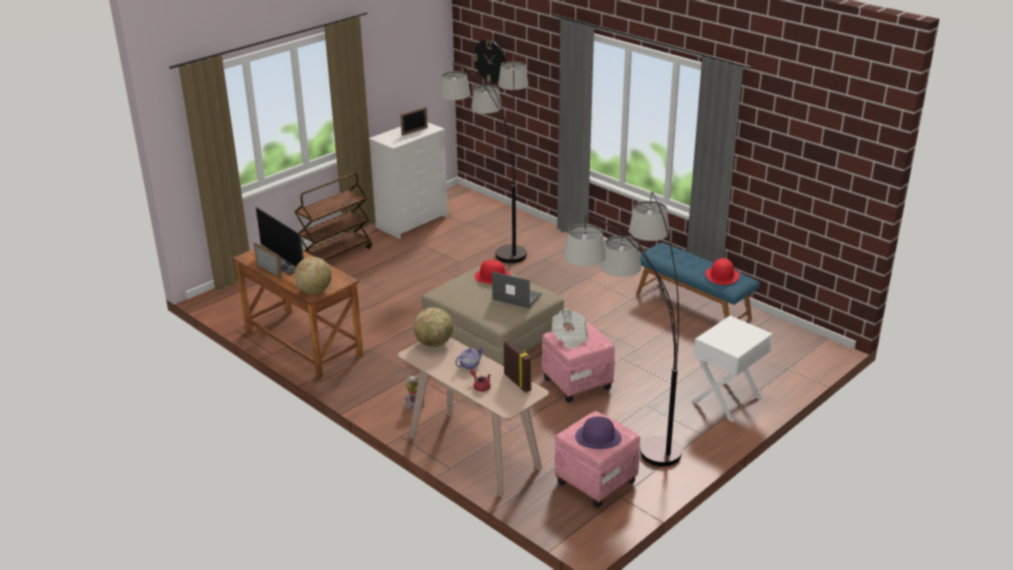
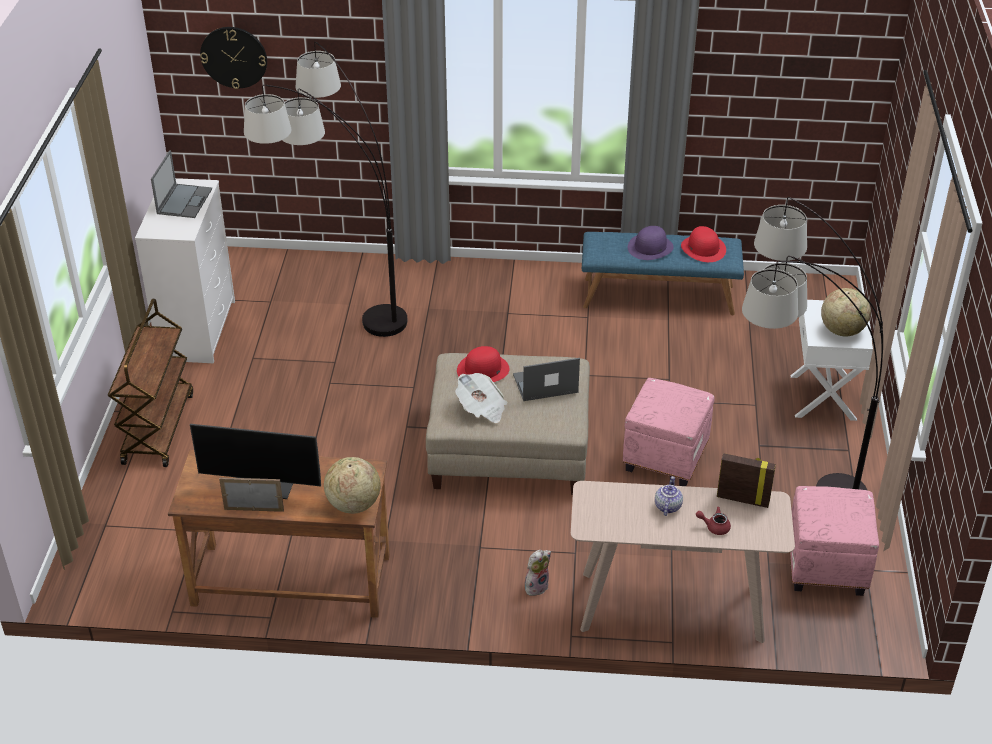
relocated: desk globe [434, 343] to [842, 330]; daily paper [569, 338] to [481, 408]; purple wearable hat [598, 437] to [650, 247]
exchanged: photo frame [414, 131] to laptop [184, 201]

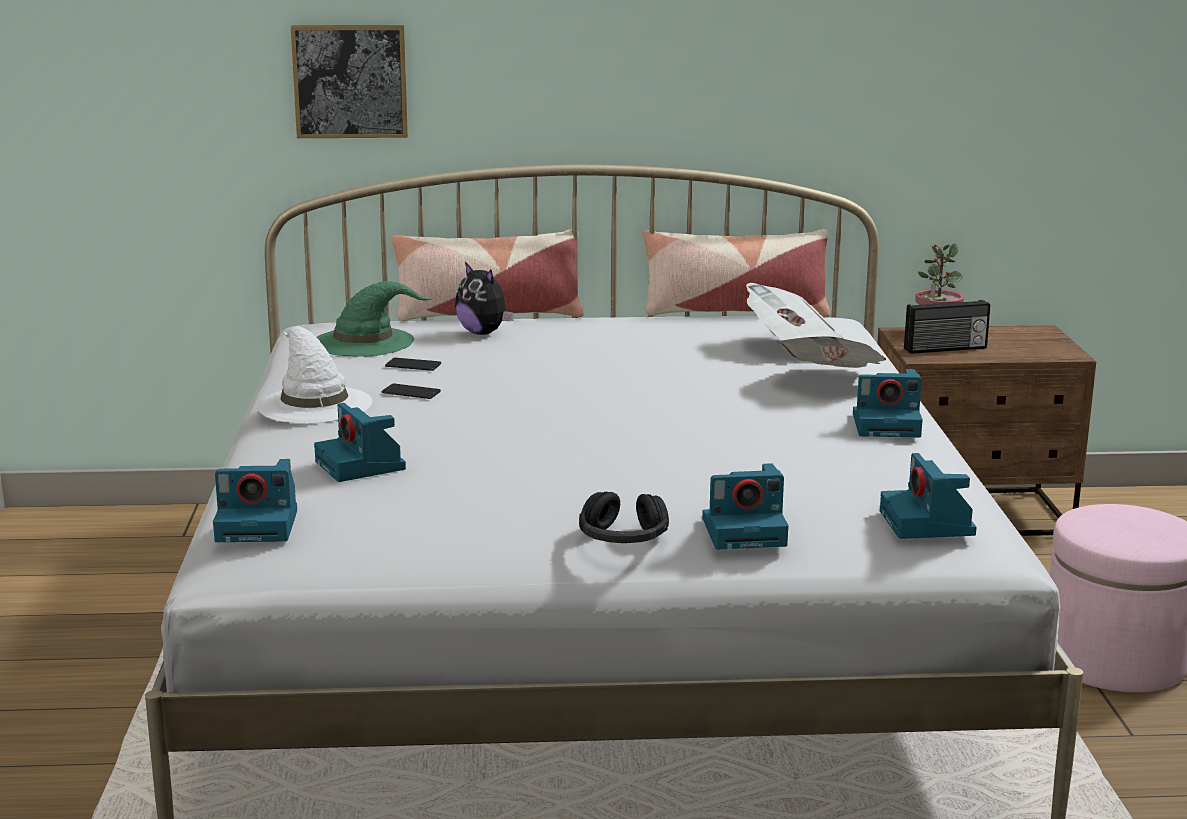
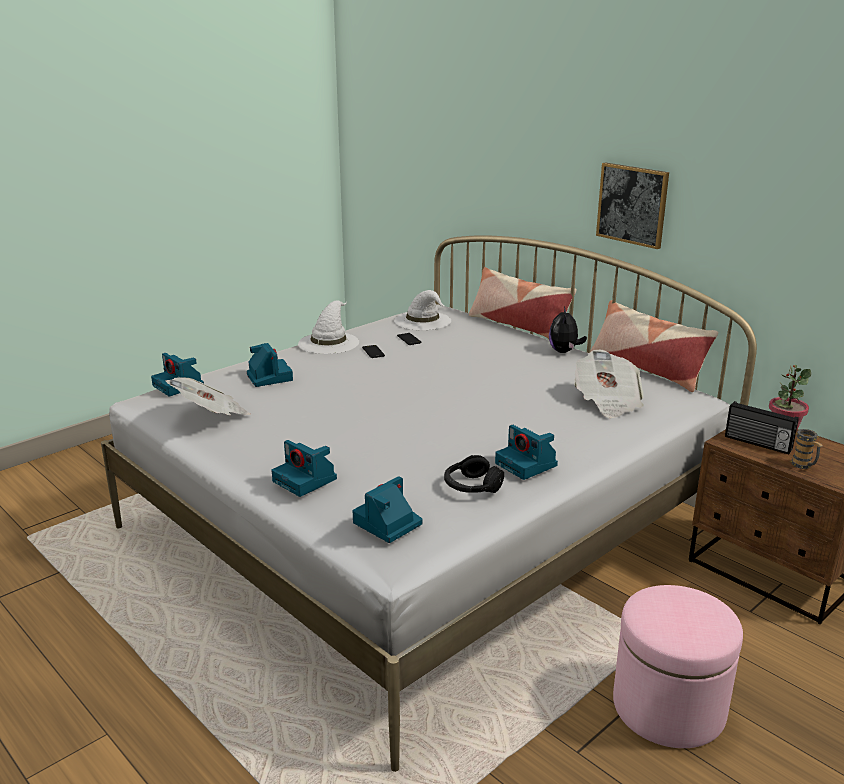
appeared: coffee mug [804, 466]
relocated: wall picture [350, 81] to [632, 204]; soft toy [483, 333] to [564, 351]; daily paper [831, 382] to [211, 415]; blackish headphones [622, 539] to [471, 486]
colour: green-coloured wearable hat [365, 341] to white-coloured wearable hat [423, 321]
spun: still camera [362, 466] = [269, 377] 135 degrees clockwise

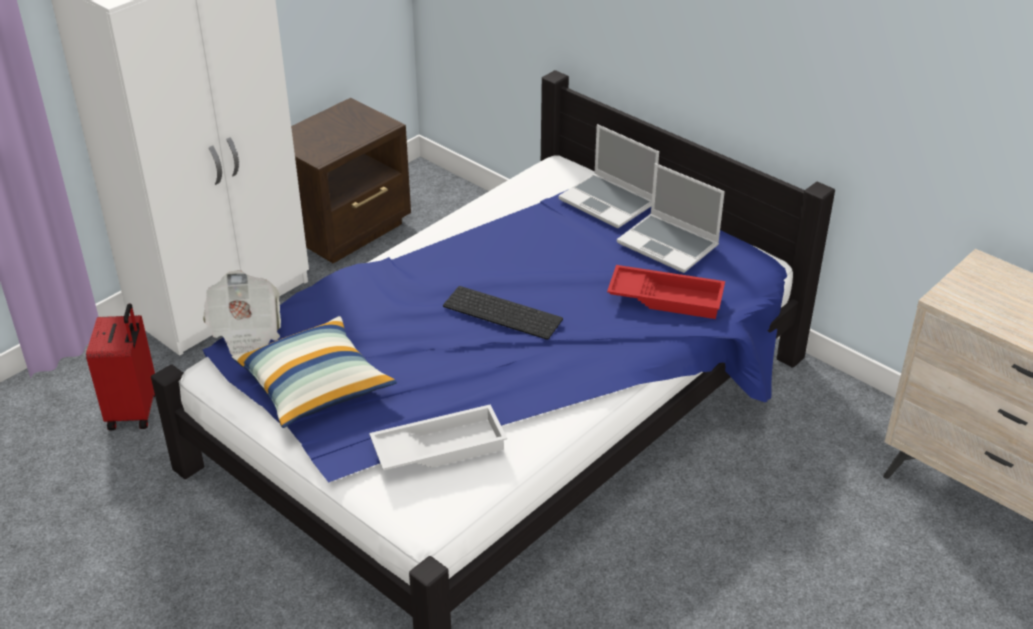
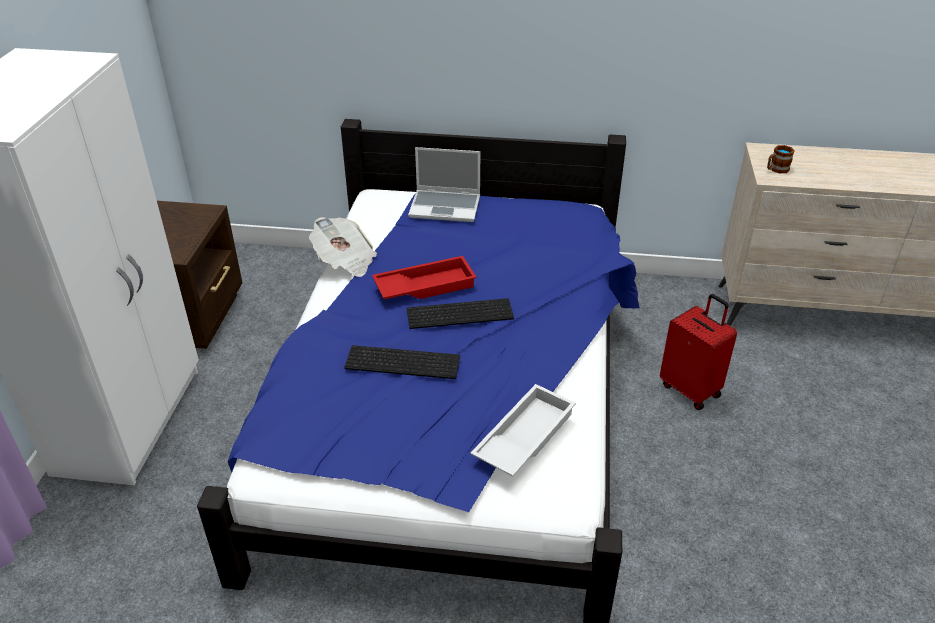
missing: laptop [669, 244]; pillow [315, 387]
appeared: coffee mug [776, 169]; keyboard [404, 361]
relocated: red serving tray [666, 297] to [425, 285]; daily paper [245, 331] to [345, 261]; red suitcase [134, 410] to [691, 389]

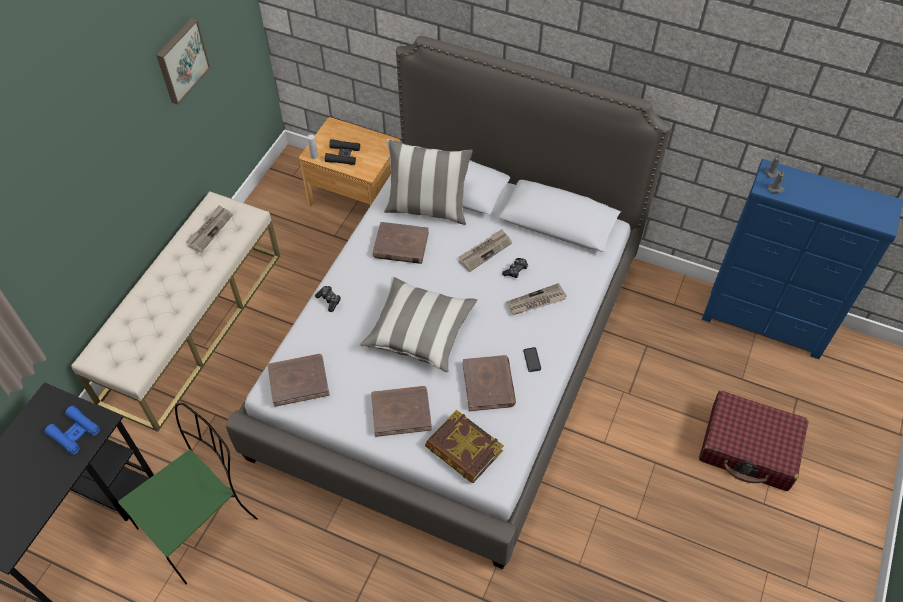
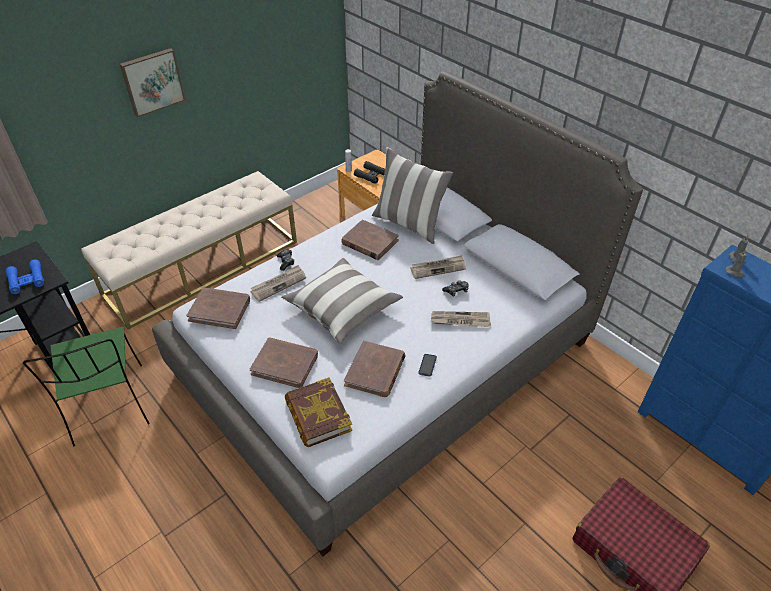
relocated: wall picture [181, 60] to [152, 81]; daily paper [210, 229] to [278, 284]
spun: green-coloured plain chair [200, 522] = [109, 406] 90 degrees clockwise

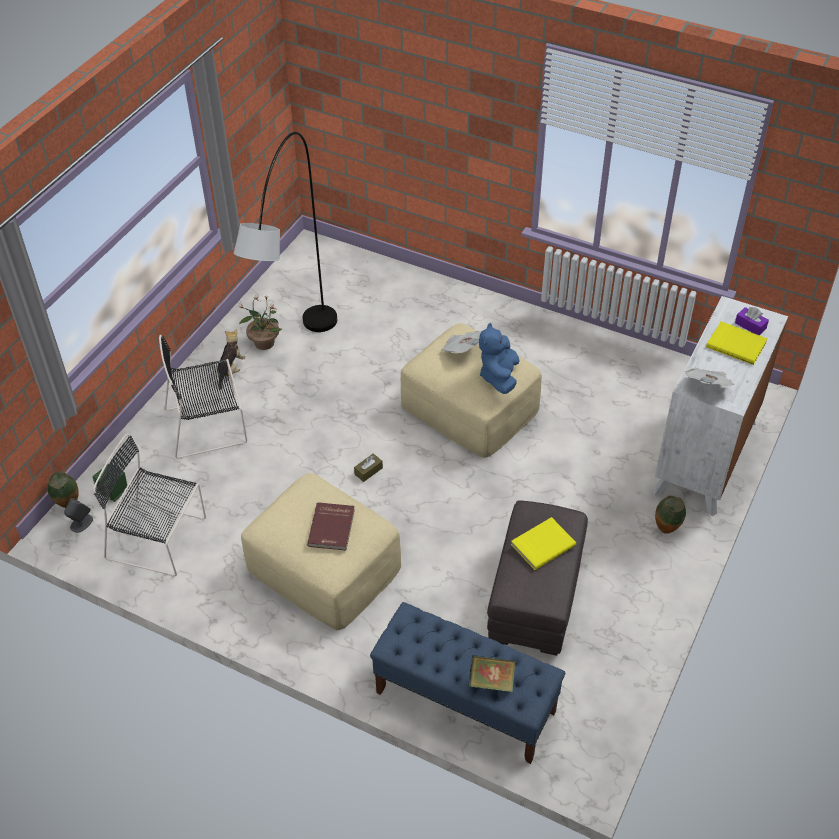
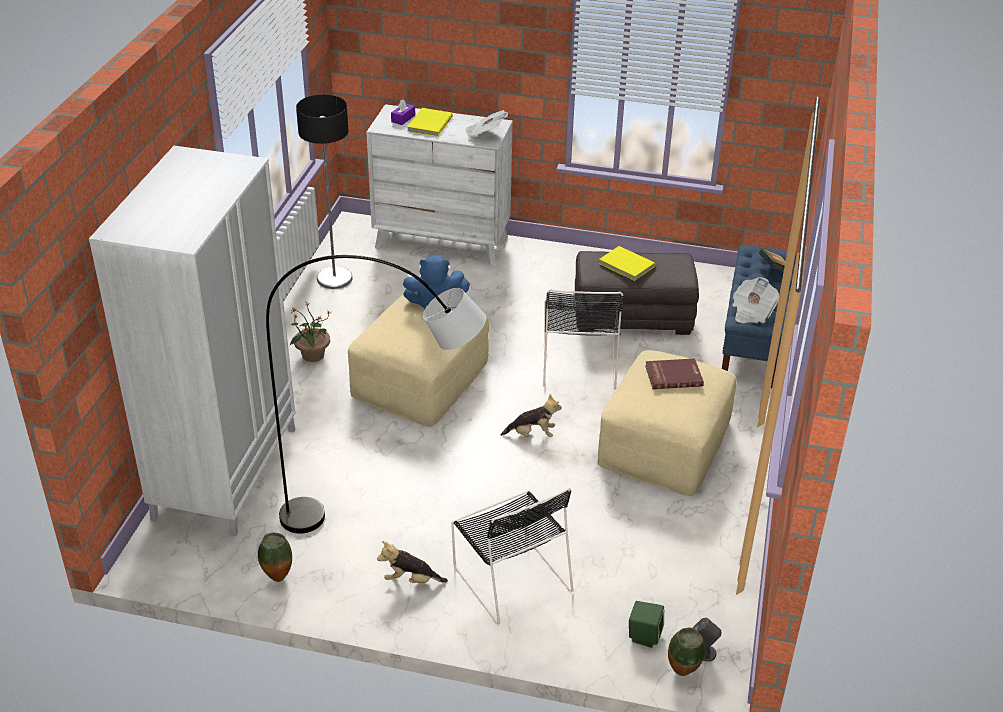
appeared: standing lamp [334, 278]; white-coloured clothes cupboard [225, 472]
relocated: plant in a pot [264, 342] to [312, 355]; daily paper [462, 350] to [752, 312]; blackish plain chair [159, 539] to [579, 363]; flower vase [666, 529] to [277, 577]
exchanged: brownish tissue holder [368, 471] to soft toy [532, 434]

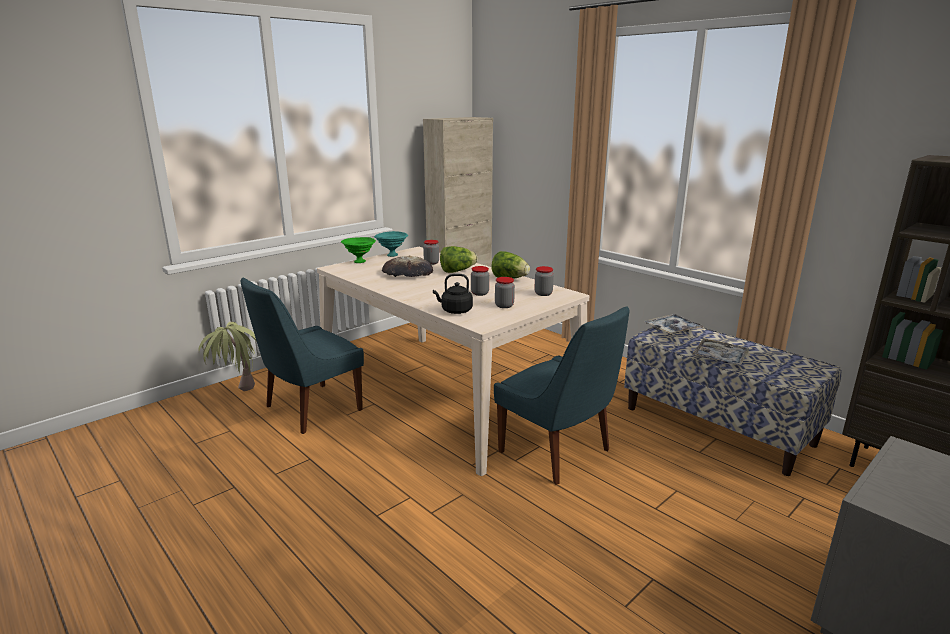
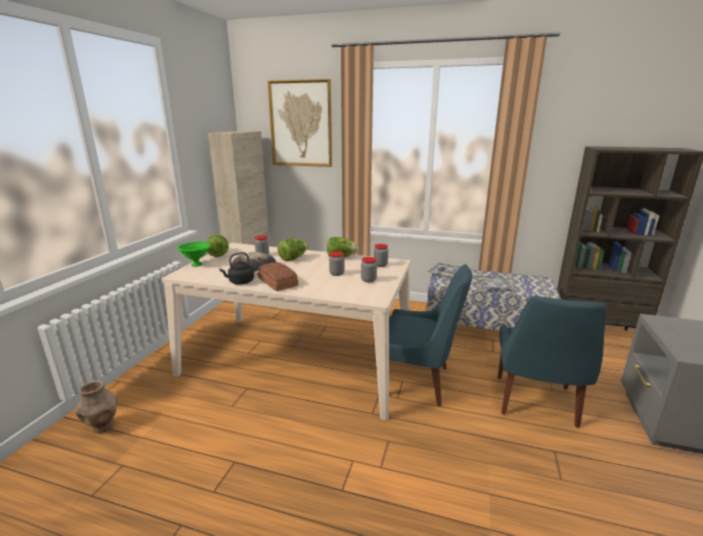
appeared: wall picture [301, 124]; bread [277, 282]
relocated: blackish water kettle [455, 311] to [240, 282]; blue plain chair [310, 409] to [535, 403]
exchanged: turquoise-coloured serving bowl [391, 255] to head of lettuce [218, 254]; plant in a pot [239, 398] to brownish flower vase [103, 426]

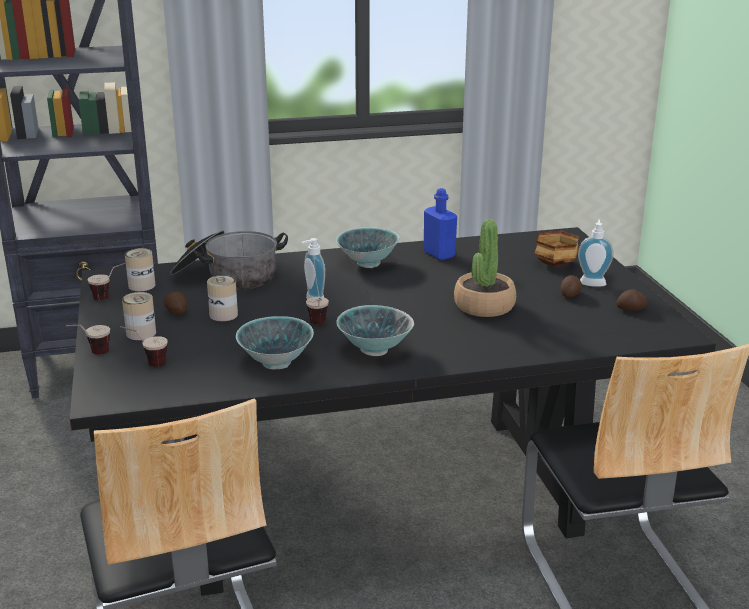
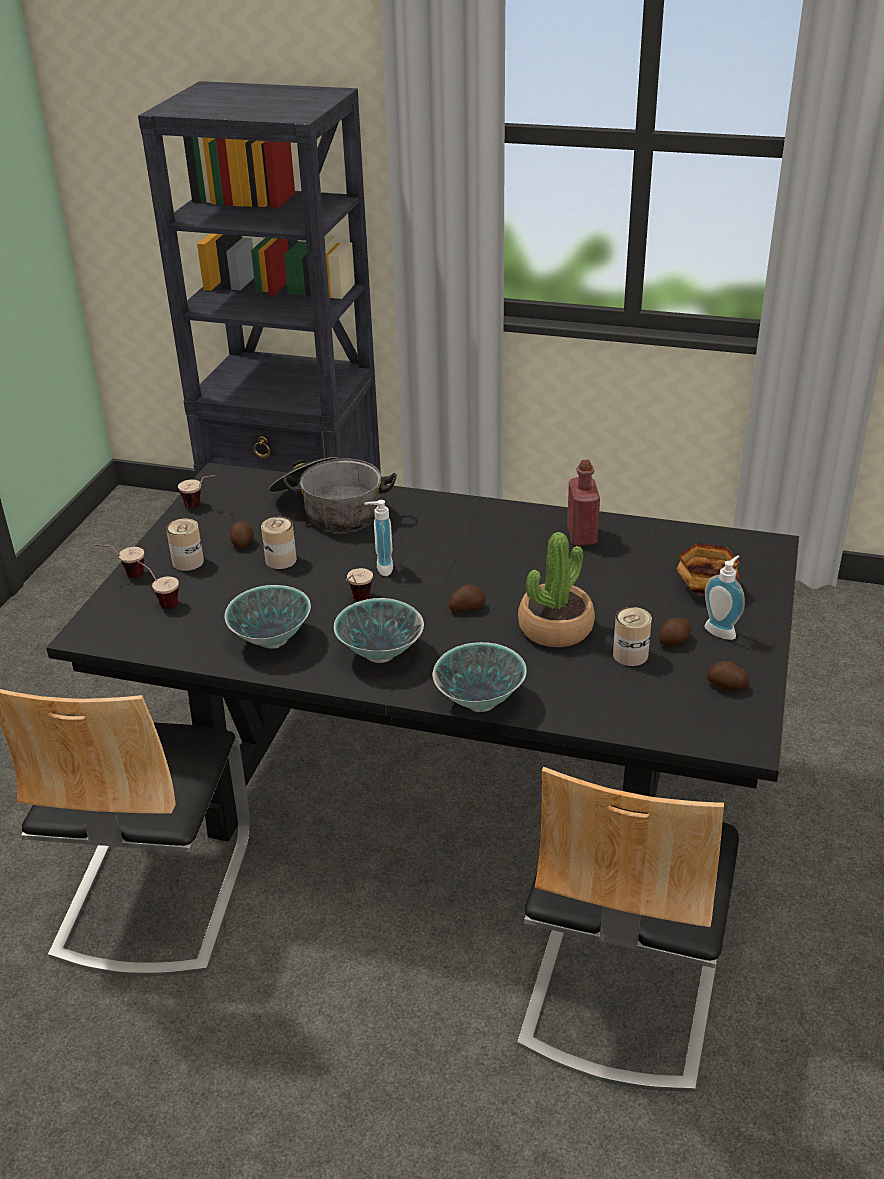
appeared: potato [466, 607]
relocated: serving bowl [368, 263] to [480, 701]; sealed can [142, 286] to [630, 655]
colour: blue bottle [439, 254] to red bottle [582, 536]

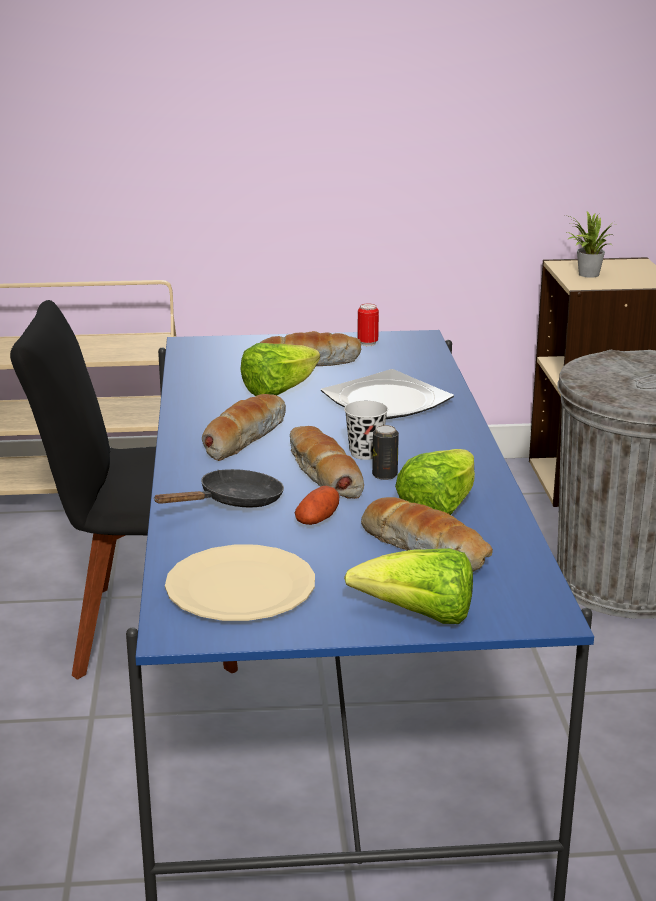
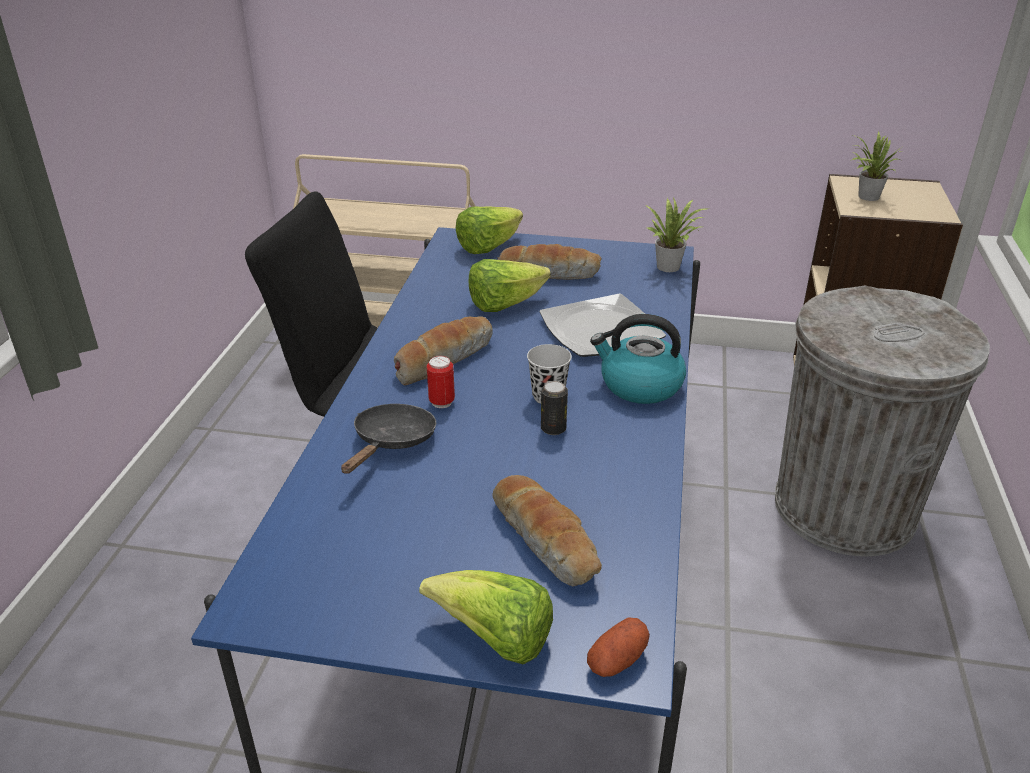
missing: bread [322, 474]; beige-coloured dinner plate [240, 587]
appeared: plant in a pot [670, 266]; water kettle [639, 385]
relocated: sealed can [367, 343] to [441, 402]; head of lettuce [438, 508] to [488, 247]; potato [317, 519] to [617, 660]
spun: blackish skillet [234, 502] = [391, 442] 45 degrees counterclockwise

